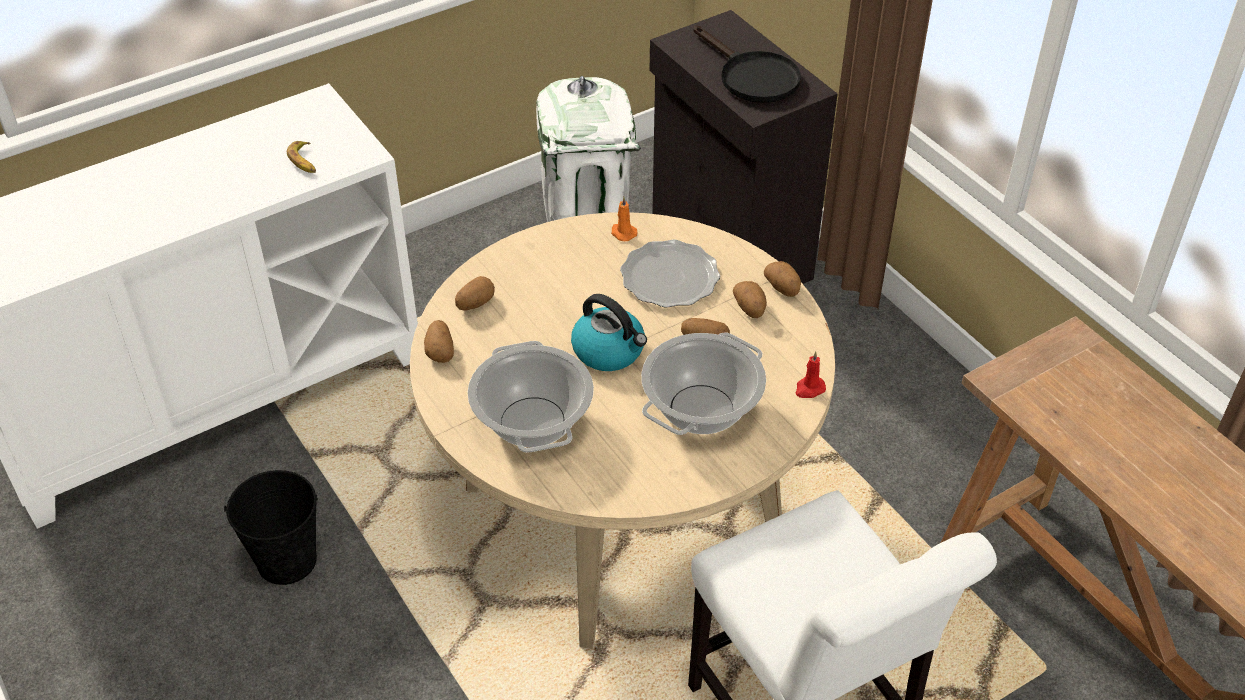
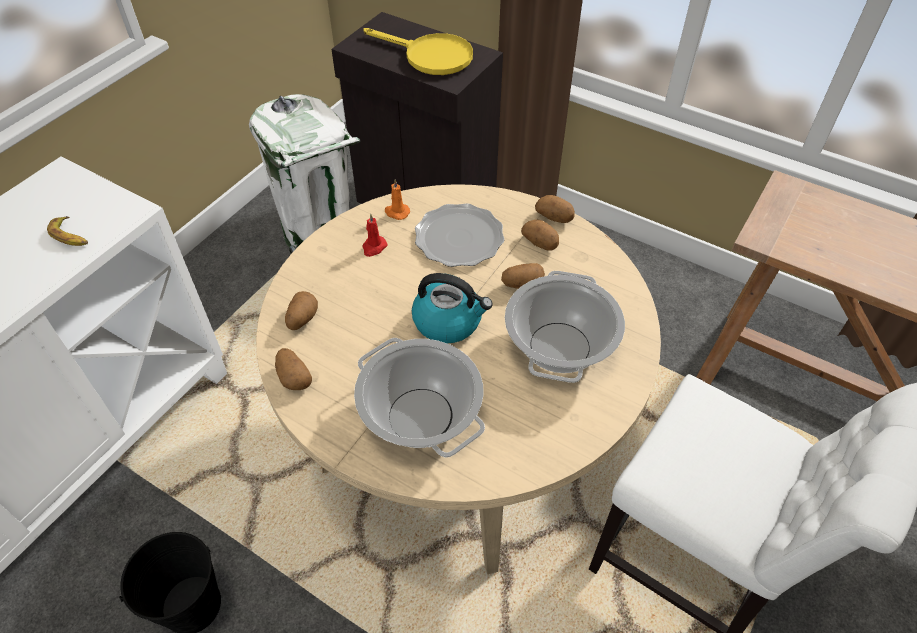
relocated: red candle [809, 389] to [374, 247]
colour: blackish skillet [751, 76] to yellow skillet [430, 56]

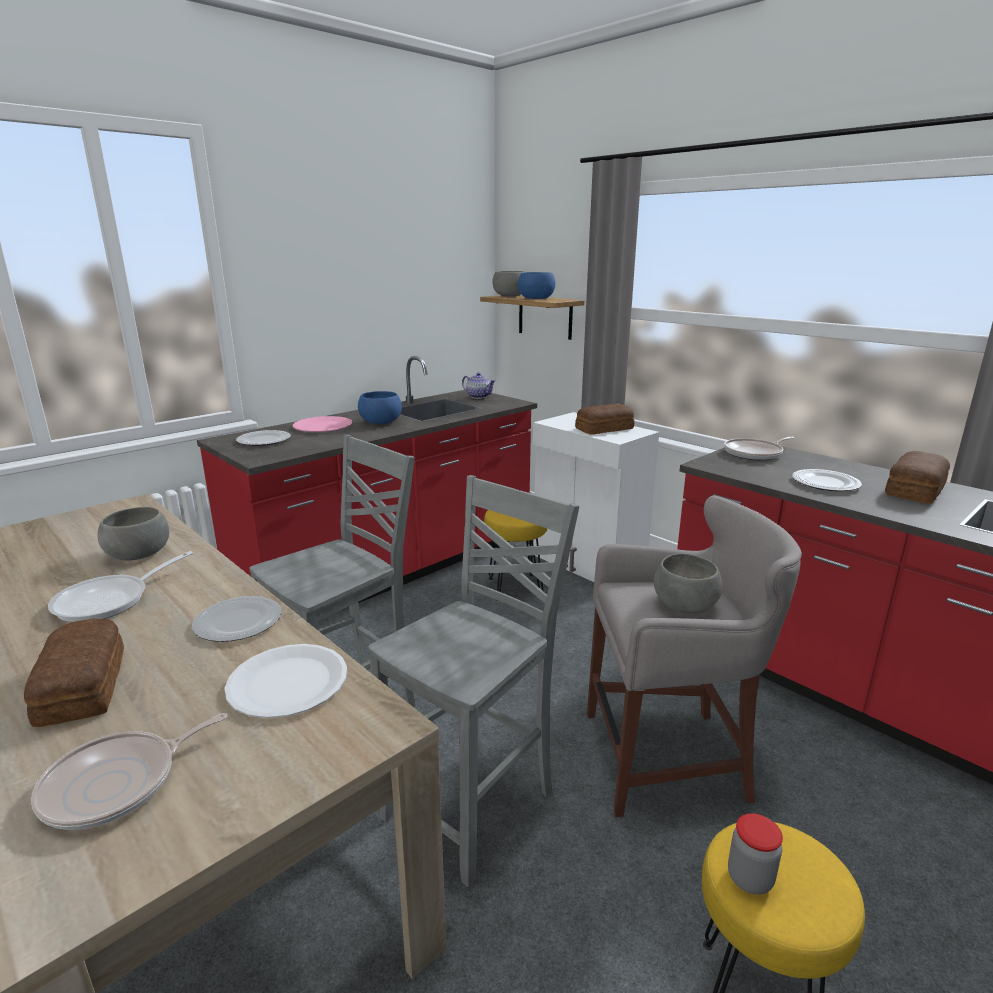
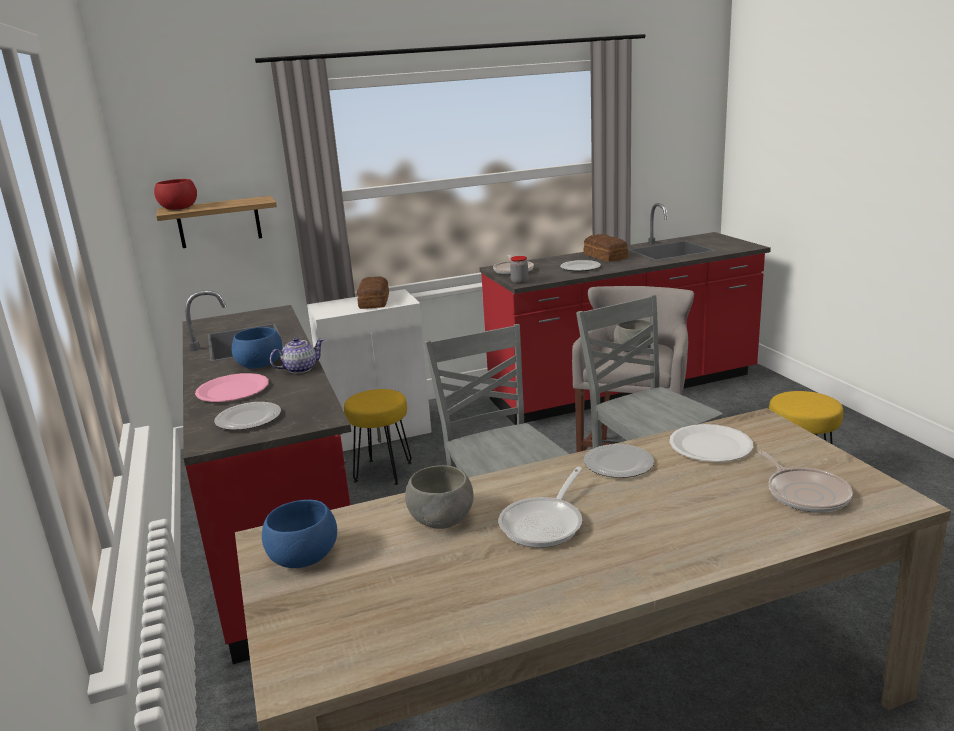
missing: bread [85, 685]
relocated: blue serving bowl [535, 298] to [303, 557]; pot for tea [478, 396] to [299, 369]; jar [750, 878] to [519, 282]
colour: grey serving bowl [509, 296] to red serving bowl [179, 208]
spun: skillet [110, 600] = [545, 523] 60 degrees clockwise

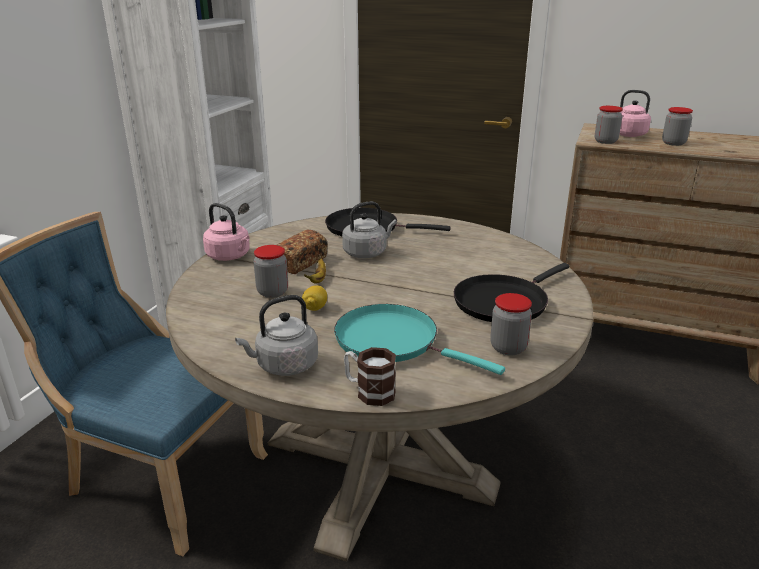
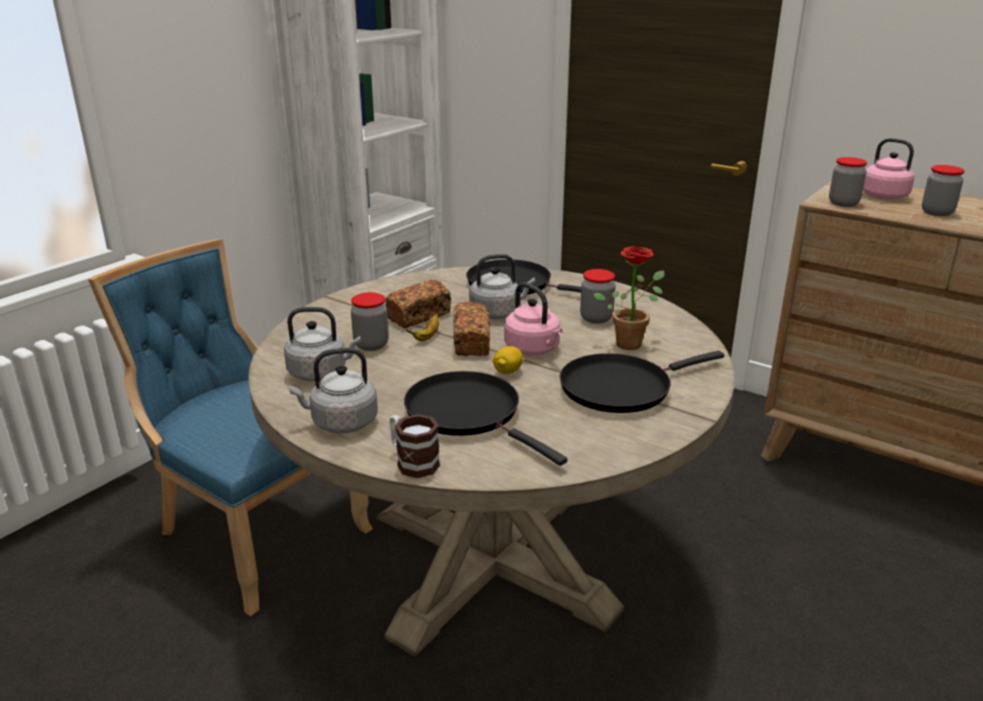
appeared: plant in a pot [631, 342]; bread [471, 342]; grey water kettle [321, 373]
relocated: pinkish water kettle [230, 256] to [534, 350]; whole lemon [315, 308] to [507, 372]; jar [508, 348] to [596, 318]
colour: turquoise-coloured skillet [393, 341] to blackish skillet [468, 414]

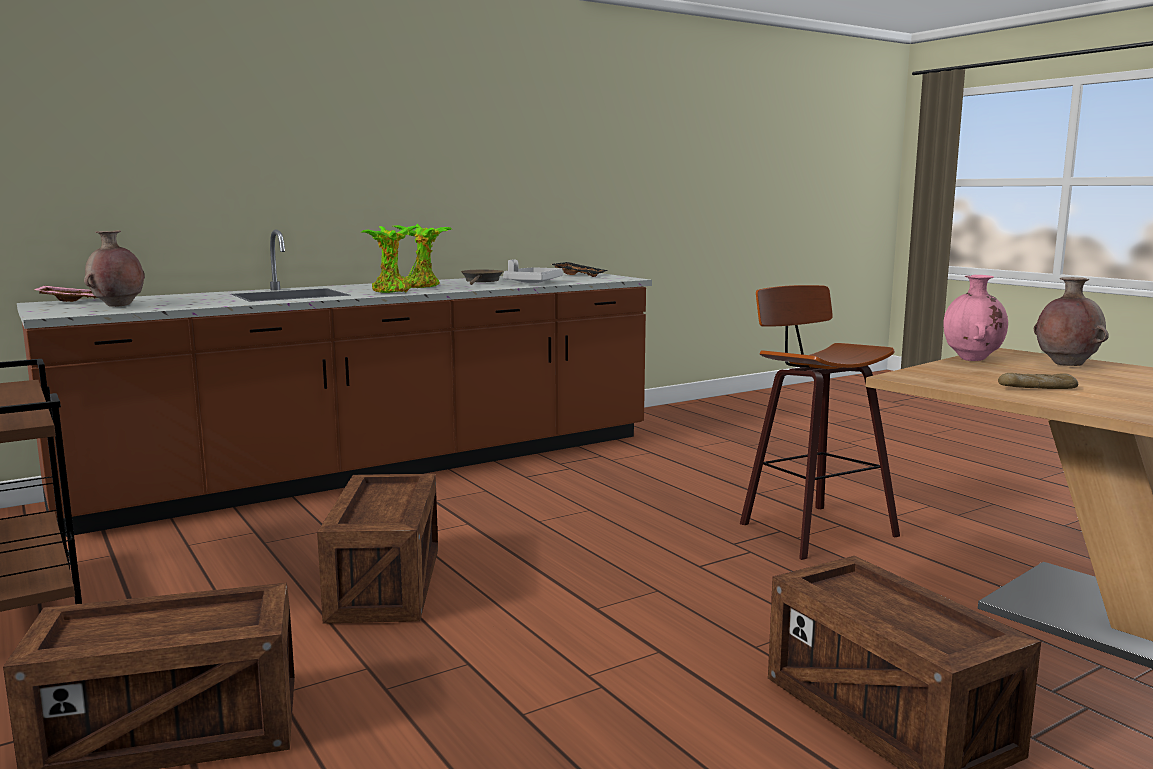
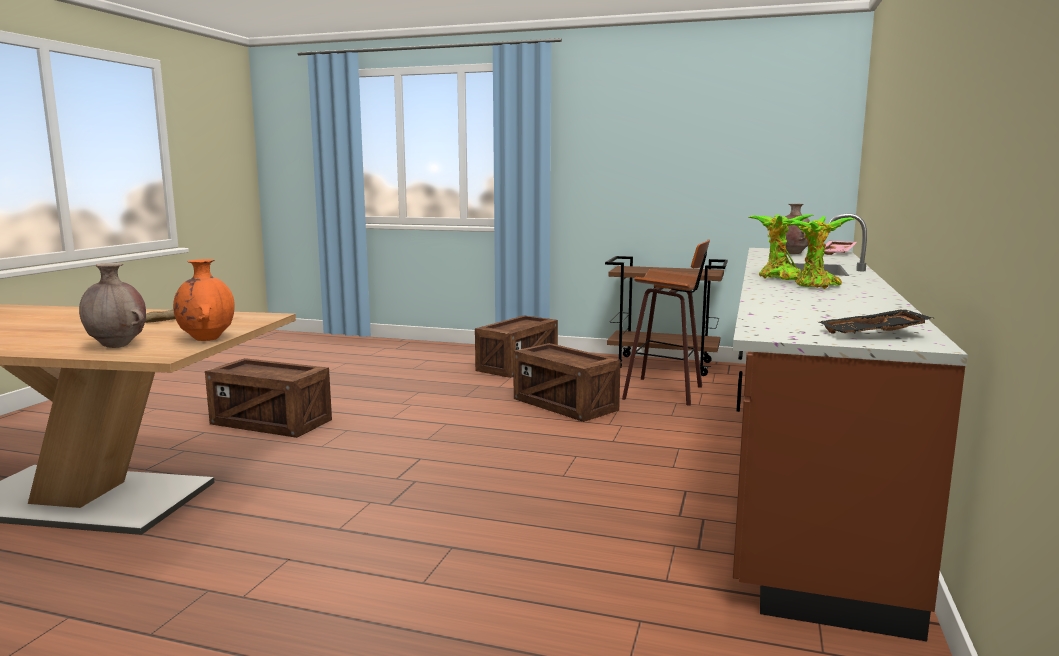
missing: grey serving tray [533, 282]; brownish skillet [482, 281]
relocated: stool seat [811, 529] to [666, 392]
colour: pinkish flower vase [972, 359] to orangey flower vase [207, 339]

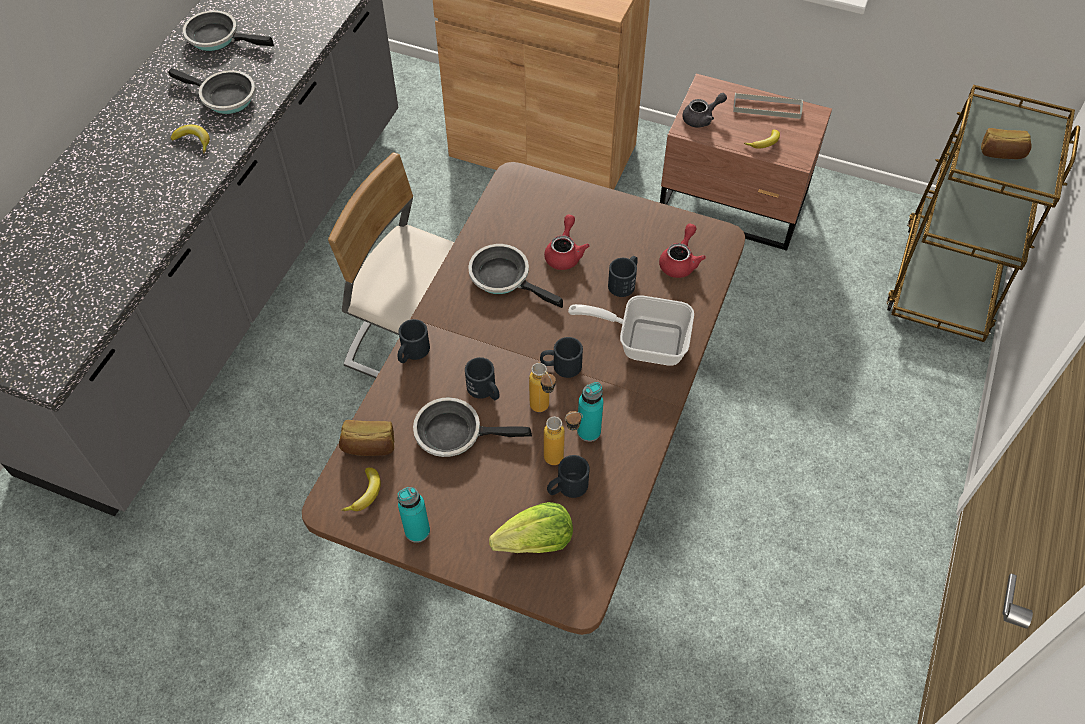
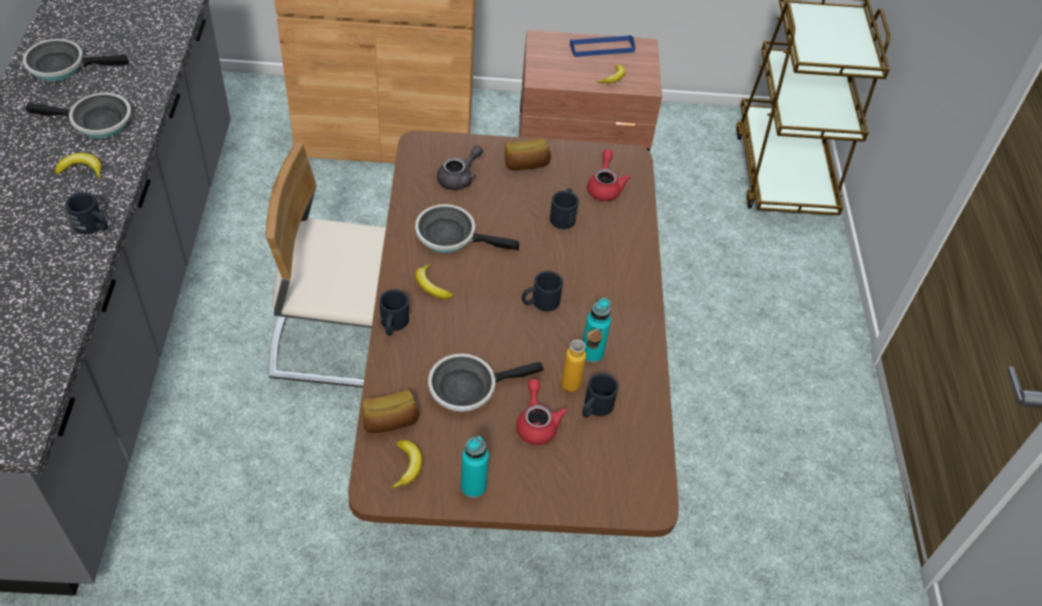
missing: skillet [643, 341]; bottle [543, 411]; head of lettuce [536, 542]
appeared: banana [431, 286]
relocated: grey pot for tea [702, 118] to [459, 178]; bread [1001, 153] to [526, 164]; red pot for tea [565, 253] to [536, 423]; blackish coffee mug [485, 390] to [93, 226]
colour: grey serving tray [767, 108] to blue serving tray [602, 48]

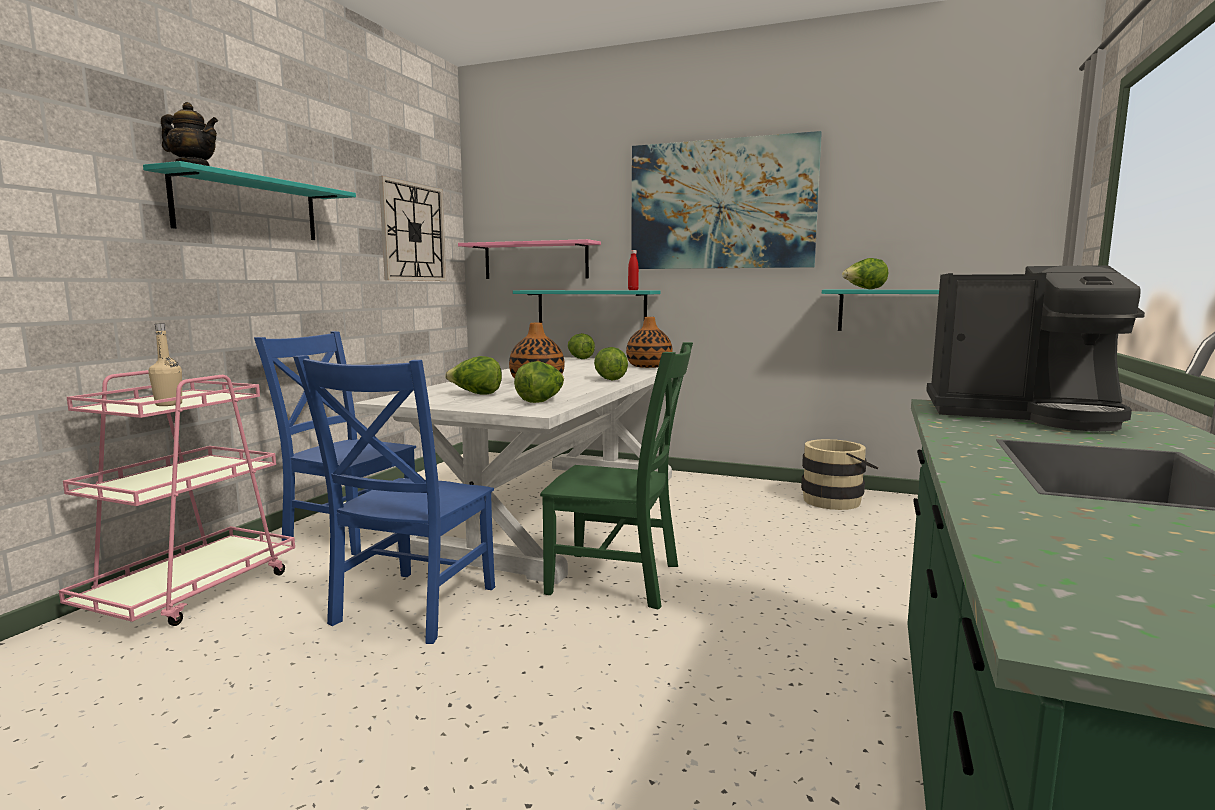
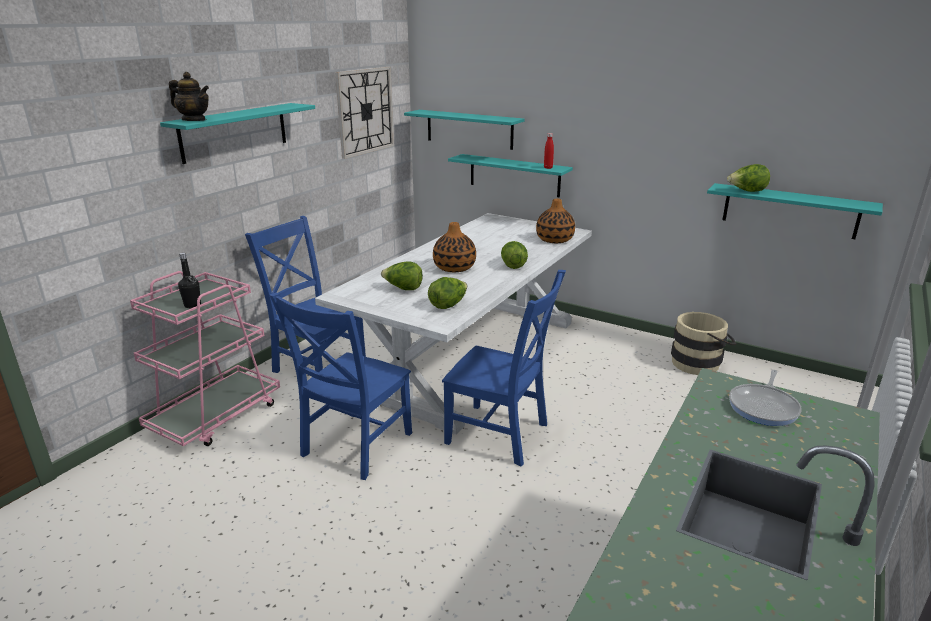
missing: wall picture [721, 205]; head of lettuce [580, 358]
exchanged: coffee brewer [1022, 414] to skillet [764, 407]
colour: pinkish bracket shelf [535, 260] to turquoise-coloured bracket shelf [469, 129]; beige-coloured bottle [169, 404] to blackish bottle [192, 305]; green-coloured plain chair [620, 580] to blue plain chair [501, 435]

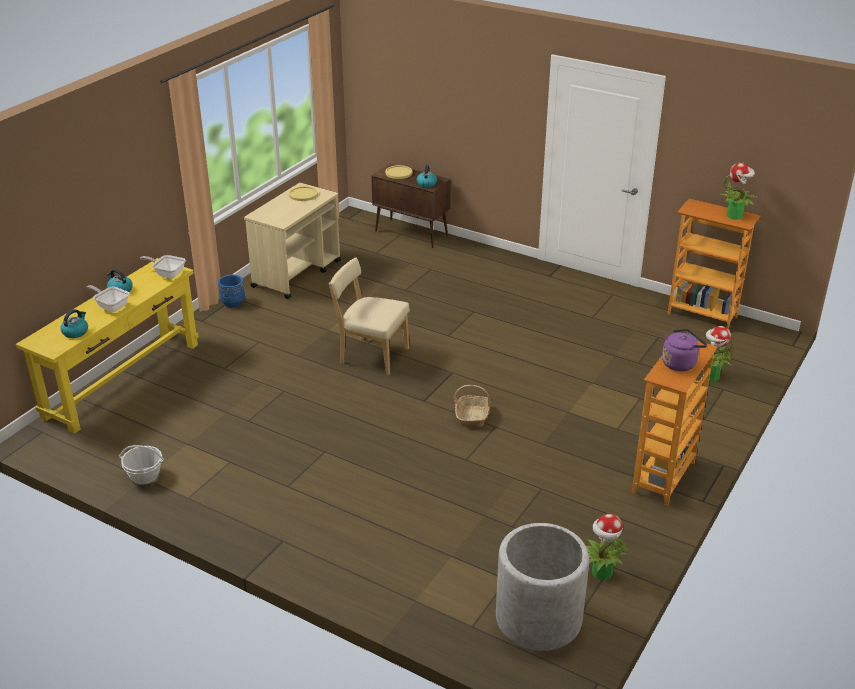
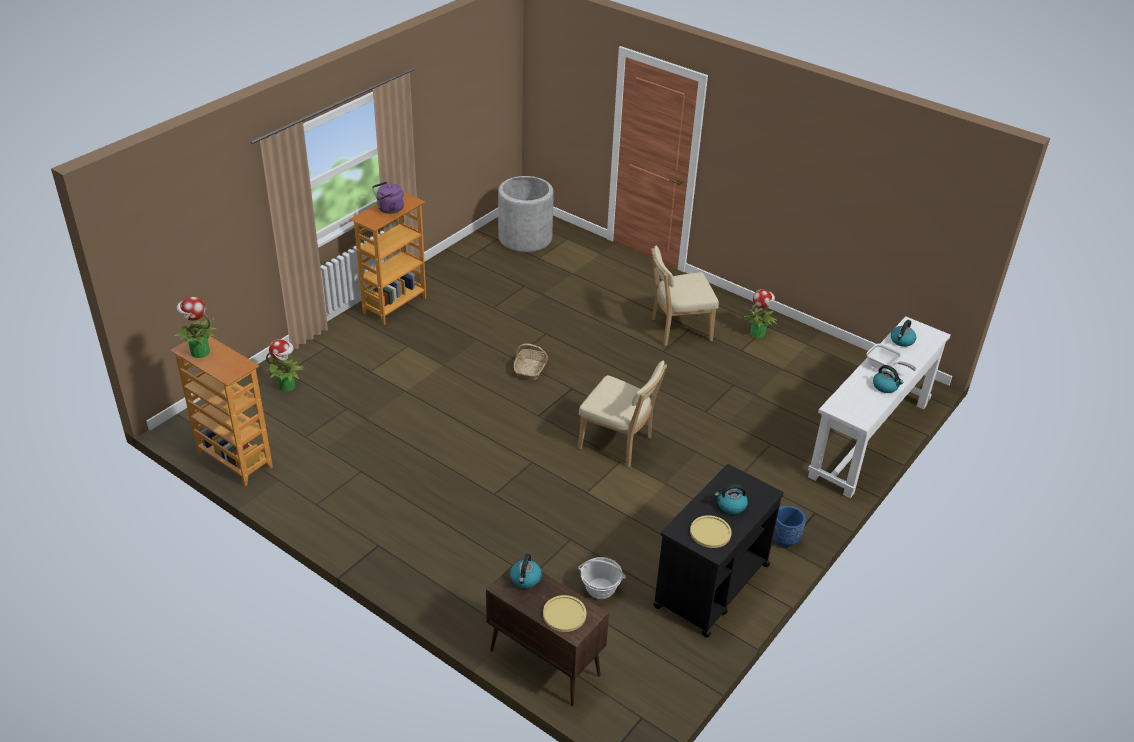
missing: skillet [167, 273]
appeared: beige-coloured plain chair [678, 330]; water kettle [731, 506]
relocated: household basket [145, 476] to [600, 588]; plant in a pot [602, 573] to [757, 333]
colour: beige-coloured cart [297, 274] to blackish cart [711, 586]; yellow console table [123, 380] to white-coloured console table [869, 439]

